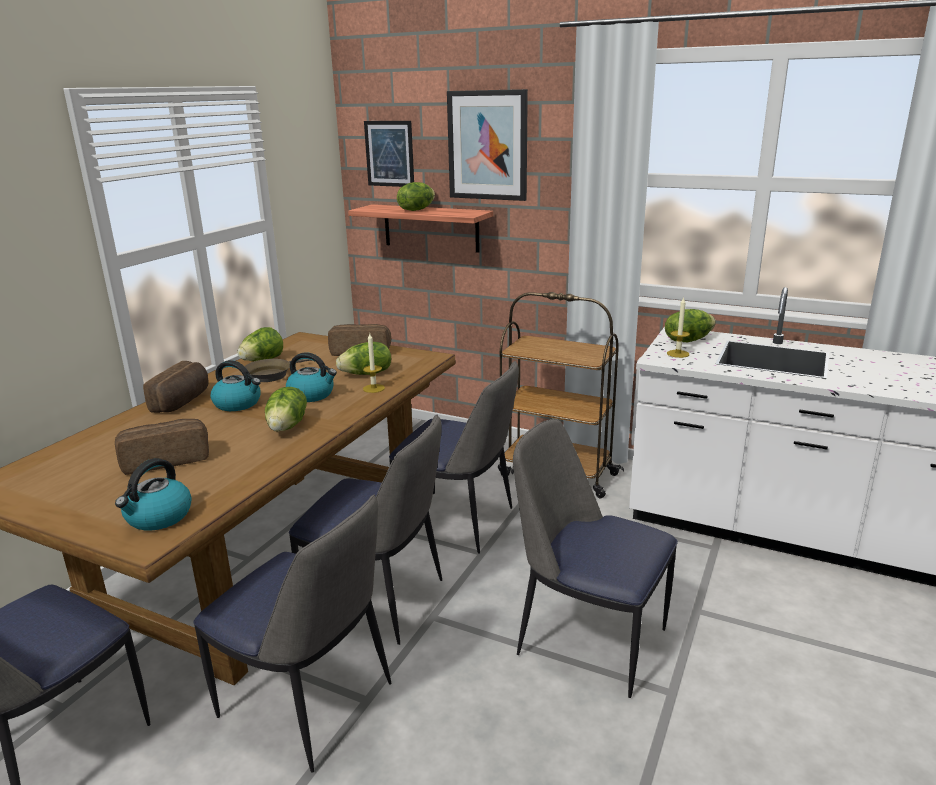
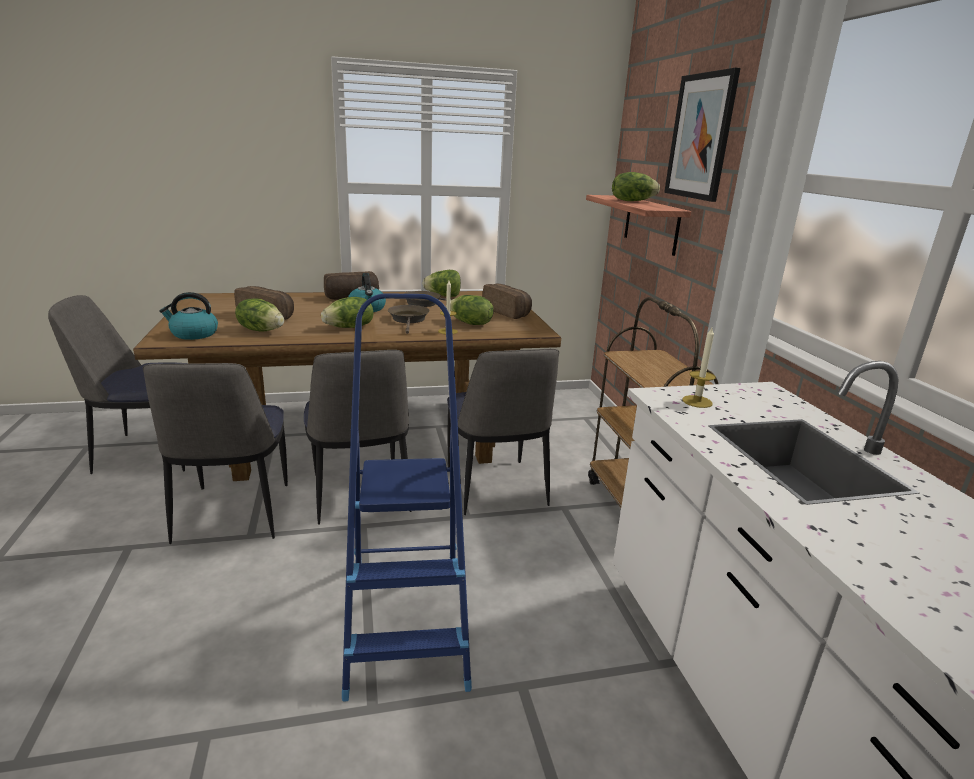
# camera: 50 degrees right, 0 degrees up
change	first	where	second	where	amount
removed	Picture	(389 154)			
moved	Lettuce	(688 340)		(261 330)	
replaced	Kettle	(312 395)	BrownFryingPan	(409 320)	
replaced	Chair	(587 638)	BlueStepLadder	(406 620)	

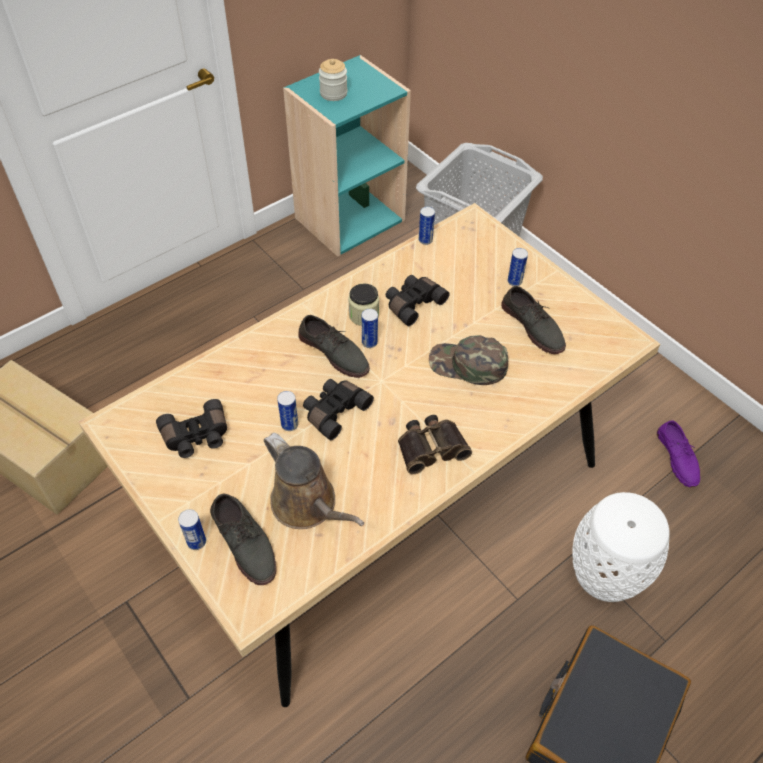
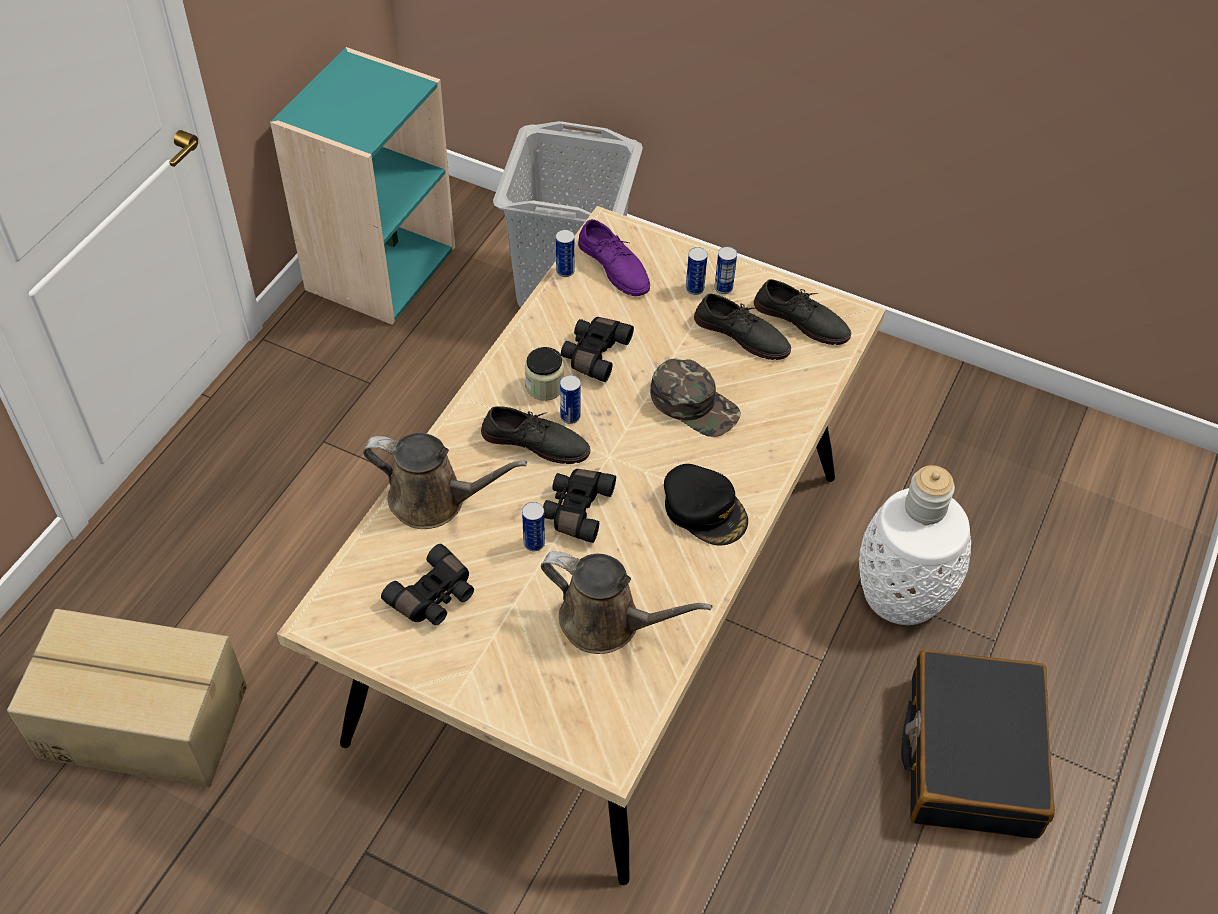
# camera: 25 degrees left, 0 degrees up
change	first	where	second	where	amount
moved	Jar	(333 93)		(925 508)	
turned	GreenCap	(467 365)		(694 404)	135 degrees counterclockwise
replaced	Binoculars	(431 447)	BlackCap	(705 509)	
moved	PurpleShoe	(678 457)		(615 266)	
moved	GreyShoe	(245 542)		(802 320)	
moved	Can	(196 542)		(723 288)	
added			BrownWateringCan	(434 500)	

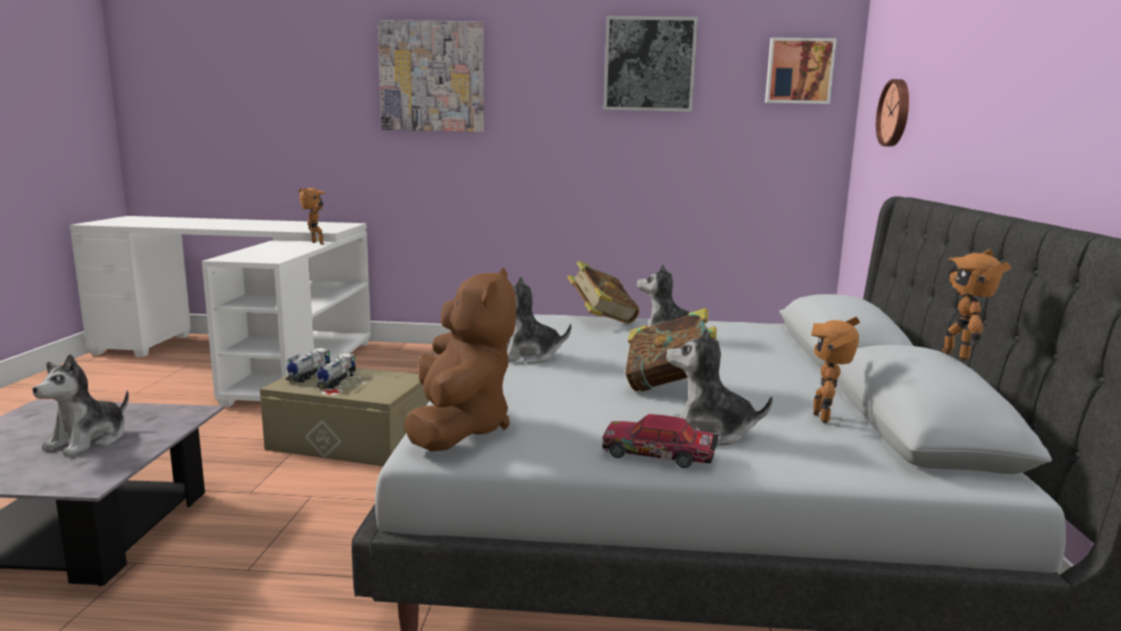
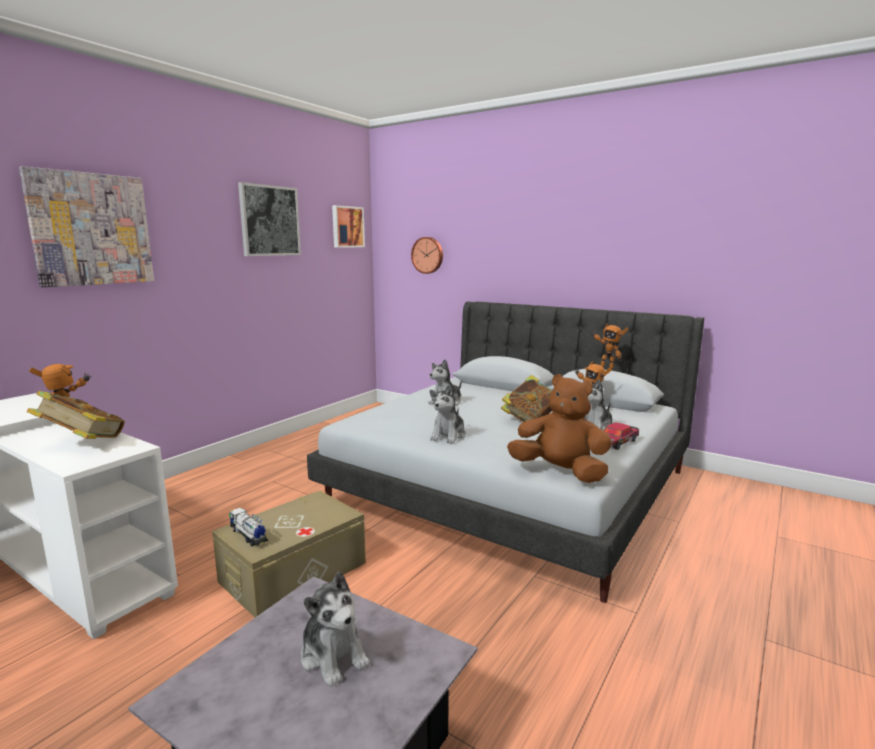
# camera: 60 degrees left, 0 degrees up
change	first	where	second	where	amount
moved	Book	(602 320)		(82 443)	
removed	ToyTruck	(336 381)			

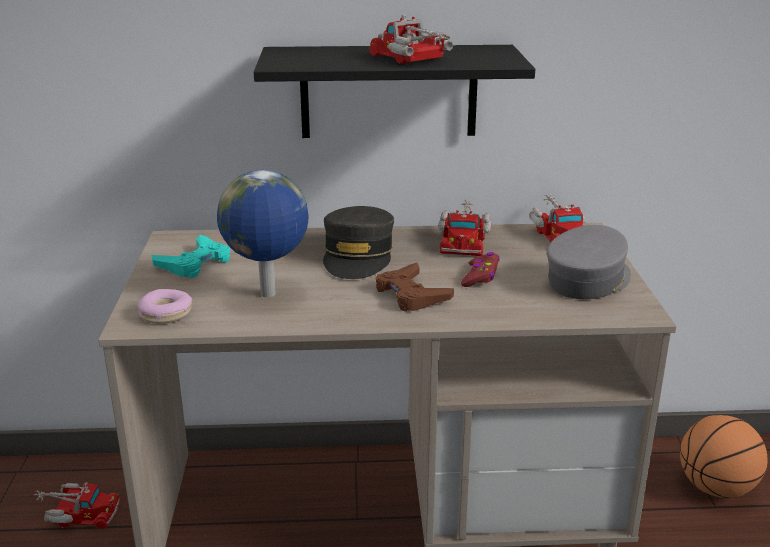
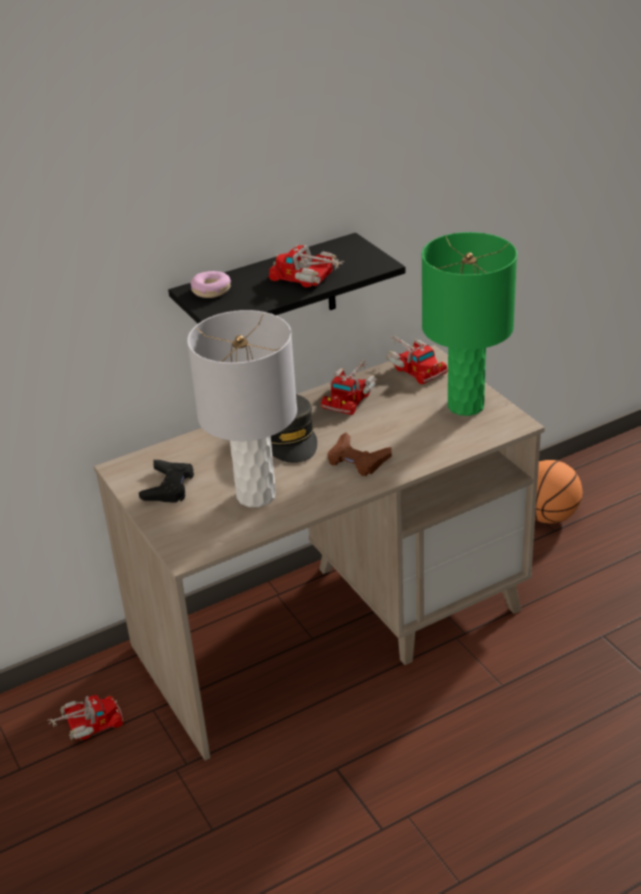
# camera: 25 degrees left, 10 degrees up
change	first	where	second	where	amount
replaced	Globe	(268 295)	GreyTableLamp	(257 495)	
turned	ToyTruck	(463 240)		(350 395)	45 degrees clockwise
replaced	GreyCap	(588 280)	GreenTableLamp	(465 406)	
recoloured	TurquoiseGameController	(195 263)	BlackGameController	(169 486)	
removed	RedGameController	(480 276)			
moved	Donut	(166 314)		(211 290)	

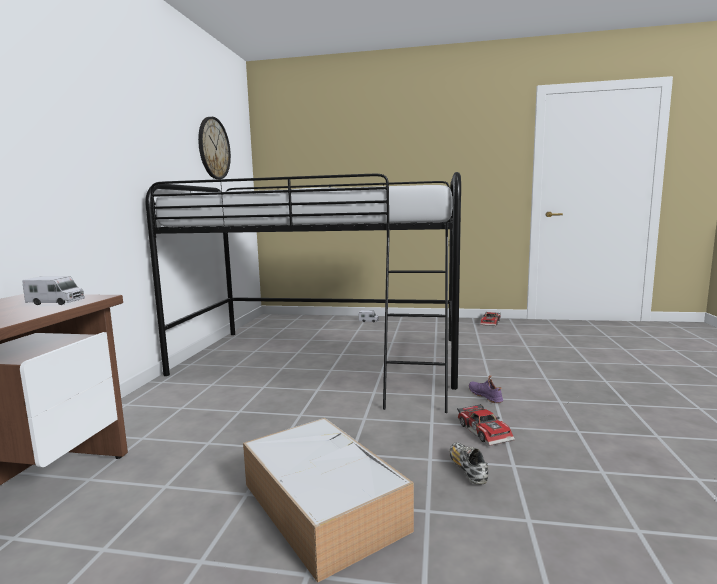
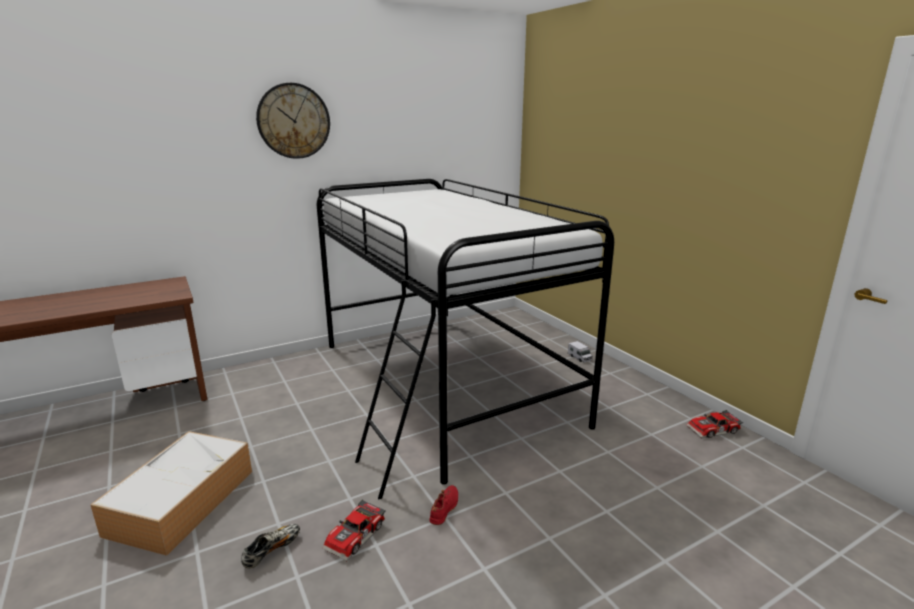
# camera: 50 degrees right, 10 degrees up
change	first	where	second	where	amount
moved	WallClock	(213 148)		(293 121)	
removed	ToyTruck	(56 302)			
recoloured	PurpleShoe	(486 396)	RedShoe	(445 509)	

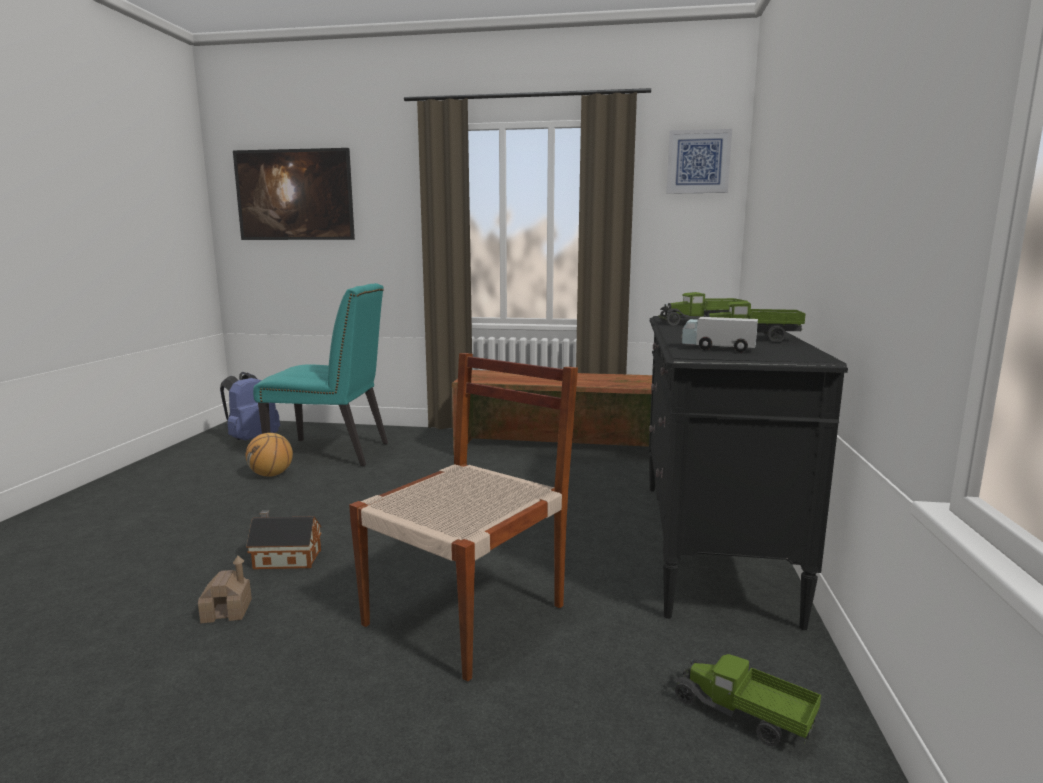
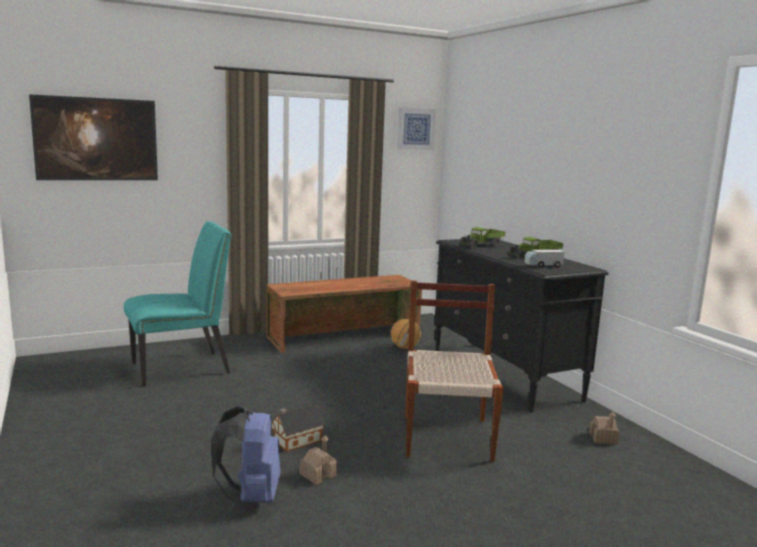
# camera: 35 degrees left, 0 degrees up
change	first	where	second	where	amount
moved	BlueBackpack	(251 439)		(251 496)	
moved	Basketball	(271 475)		(405 347)	
replaced	ToyTruck	(743 715)	ToyHouse	(603 438)	

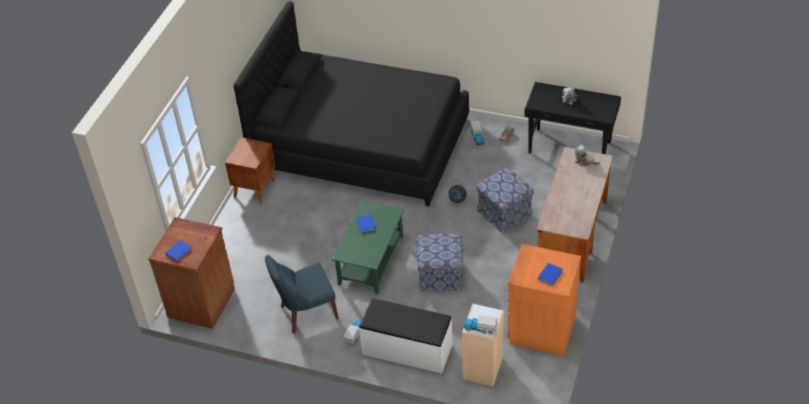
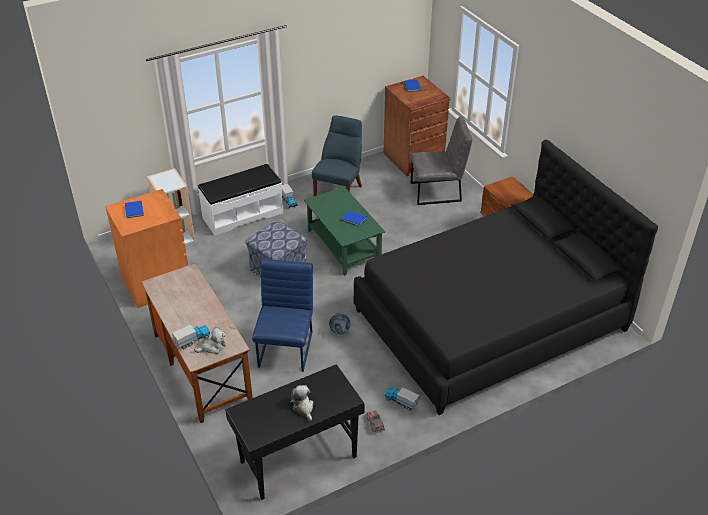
# camera: 130 degrees right, 5 degrees down
change	first	where	second	where	amount
replaced	Ottoman	(504 213)	BlueChair	(286 347)	
moved	ToyTruck	(480 328)		(192 340)	
added			GreyChair	(437 192)	

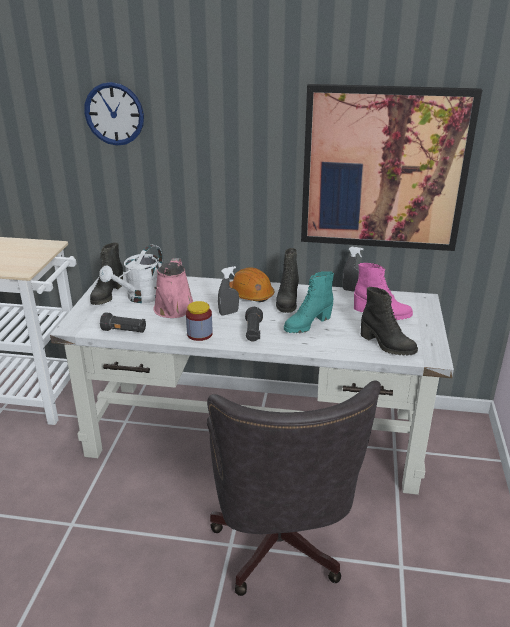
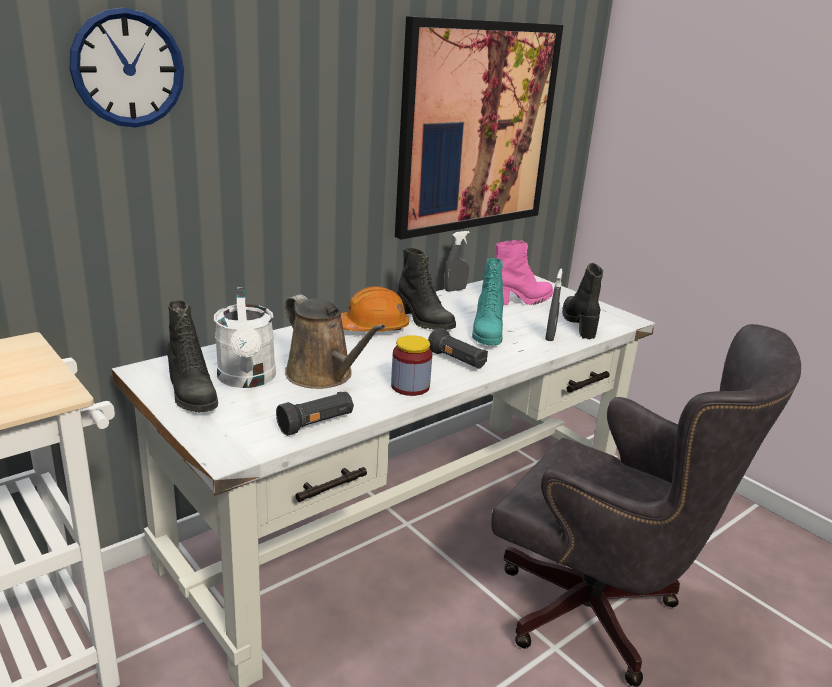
# camera: 50 degrees left, 5 degrees down
change	first	where	second	where	amount
recoloured	PinkWateringCan	(173 310)	BrownWateringCan	(323 376)	
moved	GreySprayBottle	(228 313)		(550 336)	
turned	BlackBoot	(386 345)		(579 324)	90 degrees counterclockwise

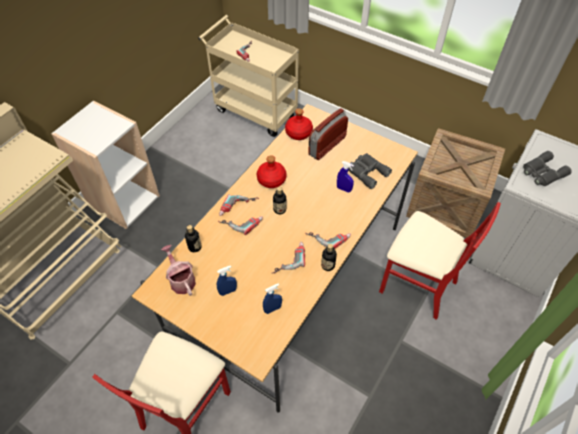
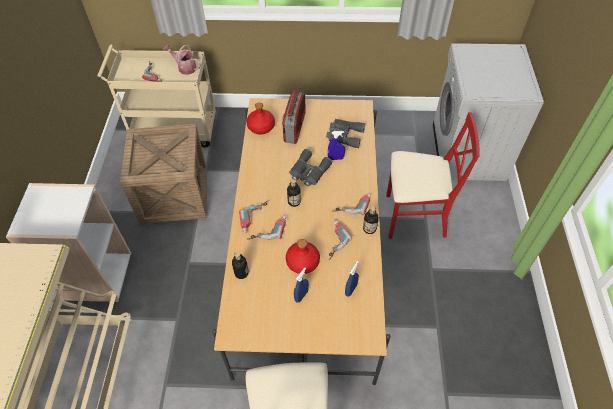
# camera: 30 degrees left, 0 degrees up
change	first	where	second	where	amount
moved	Crate	(446 204)		(174 194)	
moved	GreyBinoculars	(542 173)		(308 172)	
moved	RedBottle	(271 179)		(302 262)	
moved	WateringCan	(181 280)		(185 67)	

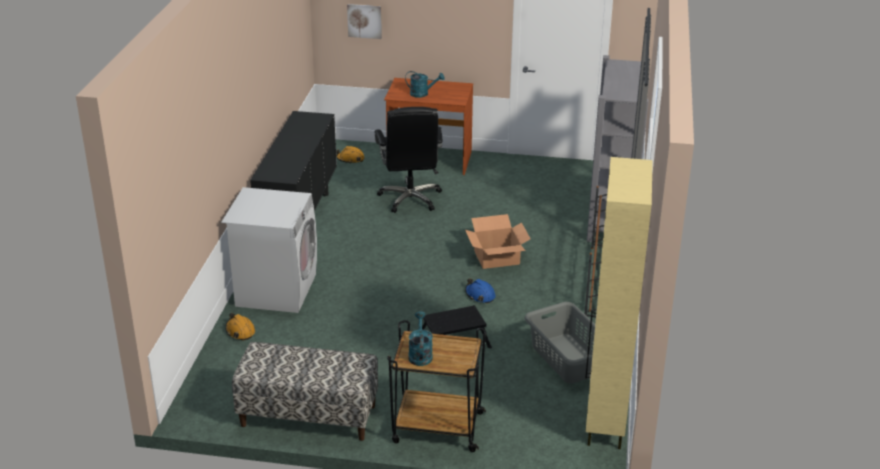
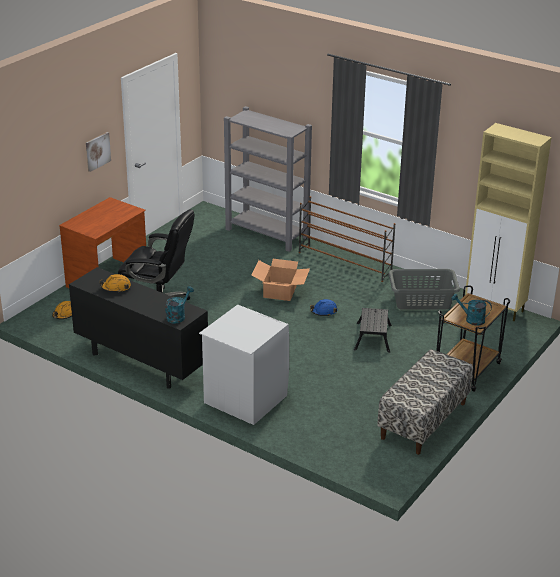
# camera: 65 degrees left, 0 degrees up
change	first	where	second	where	amount
moved	Picture	(364 20)		(97 151)	
moved	TurquoiseWateringCan	(422 94)		(178 316)	
moved	OrangeHardHat	(240 331)		(116 288)	

